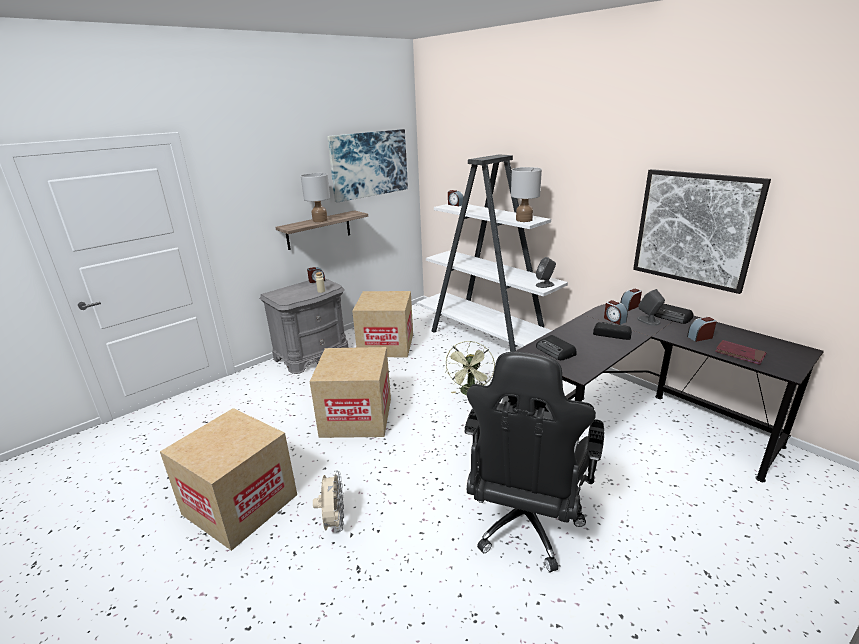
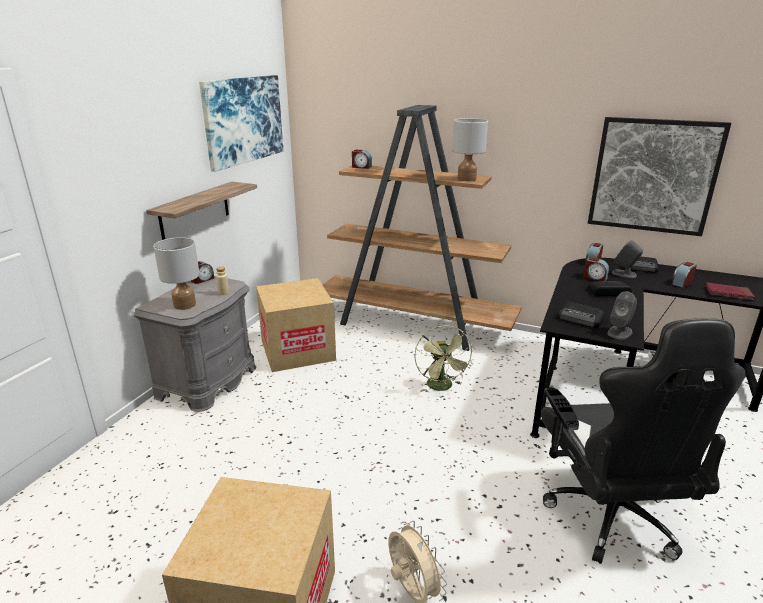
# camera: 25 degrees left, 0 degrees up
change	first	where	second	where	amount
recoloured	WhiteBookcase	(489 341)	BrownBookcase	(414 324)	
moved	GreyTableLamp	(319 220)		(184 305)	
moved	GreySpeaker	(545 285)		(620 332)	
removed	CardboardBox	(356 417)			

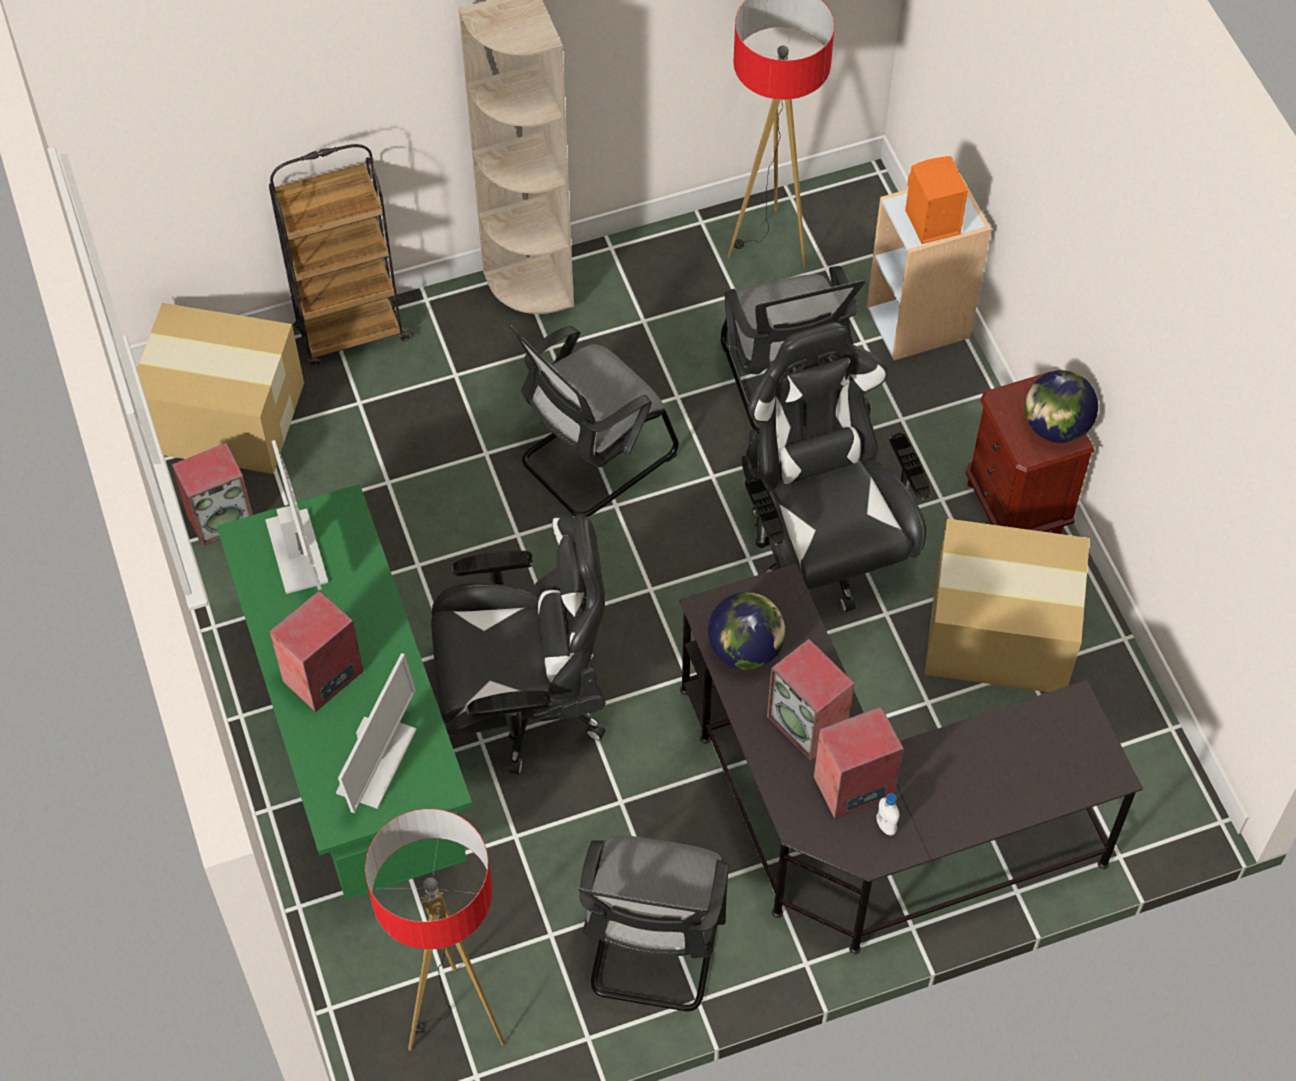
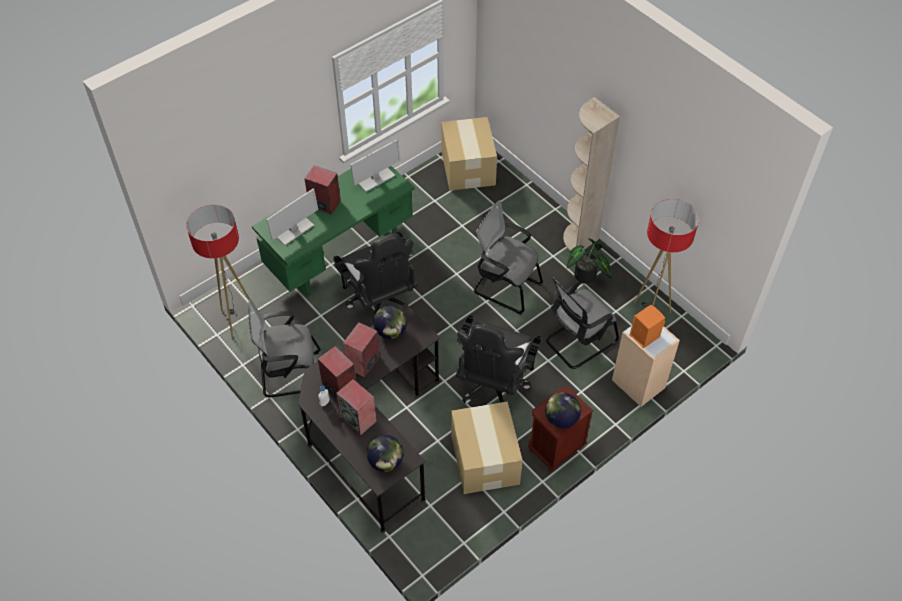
# camera: 70 degrees right, 5 degrees down
change	first	where	second	where	amount
removed	BrownCart	(351 334)			
turned	BlackOfficeChair	(824 556)		(494 382)	150 degrees clockwise
moved	Speaker	(221 518)		(359 419)	
turned	Monitor	(377 762)		(293 230)	45 degrees counterclockwise
added			PottedPlant	(586 277)	
added			Globe	(386 462)	

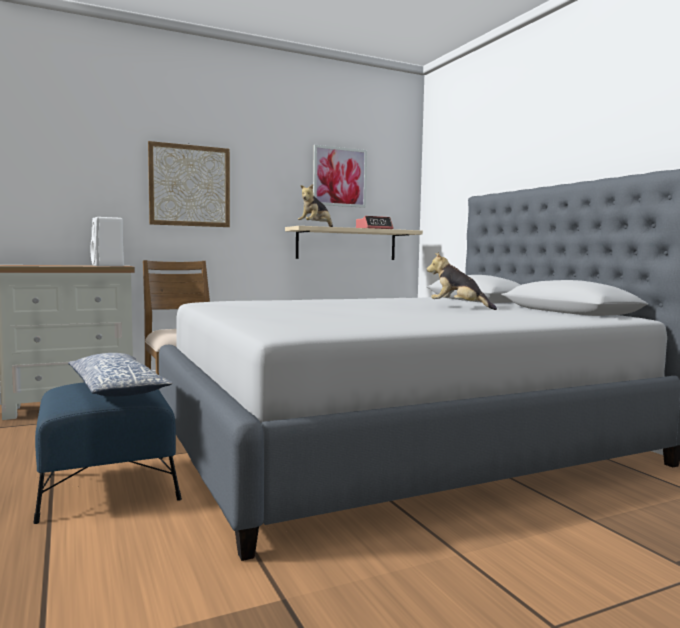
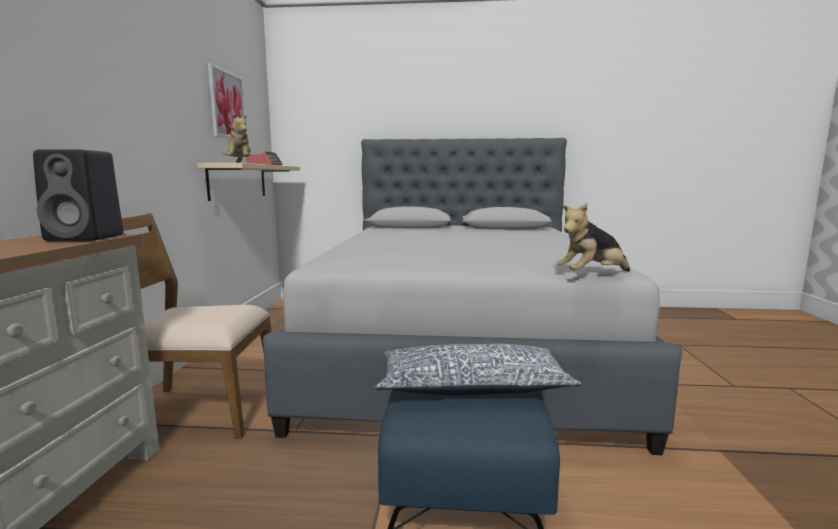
# camera: 60 degrees left, 5 degrees up
change	first	where	second	where	amount
removed	Picture	(190 184)			
recoloured	WhiteSpeaker	(108 266)	BlackSpeaker	(88 238)	
moved	PlushToy	(459 307)		(592 275)	

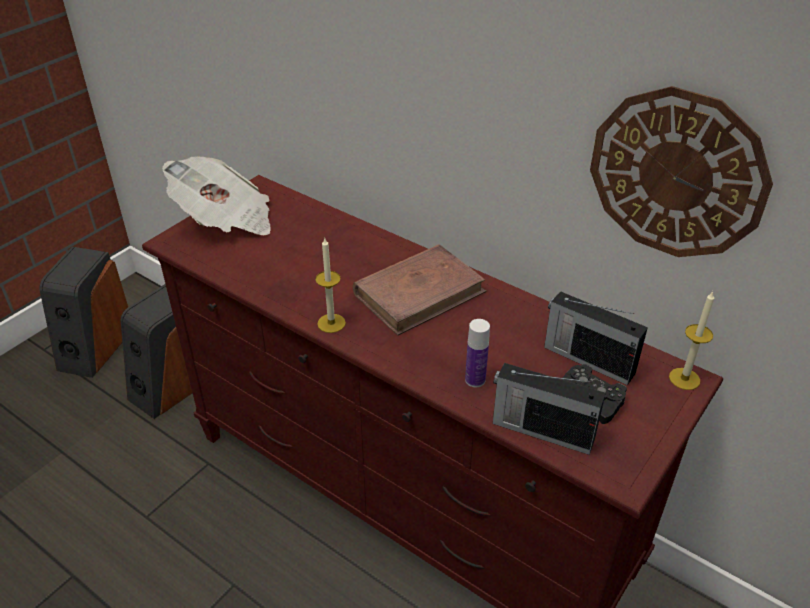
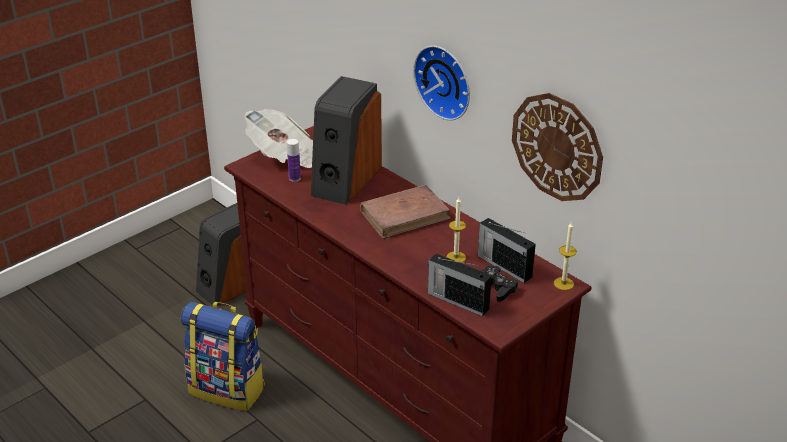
# camera: 10 degrees right, 5 degrees down
change	first	where	second	where	amount
moved	Candle	(331 323)		(456 257)	
moved	Speaker	(95 347)		(345 180)	
moved	Bottle	(475 380)		(294 178)	
added			WallClock	(445 81)	
added			Backpack	(228 389)	

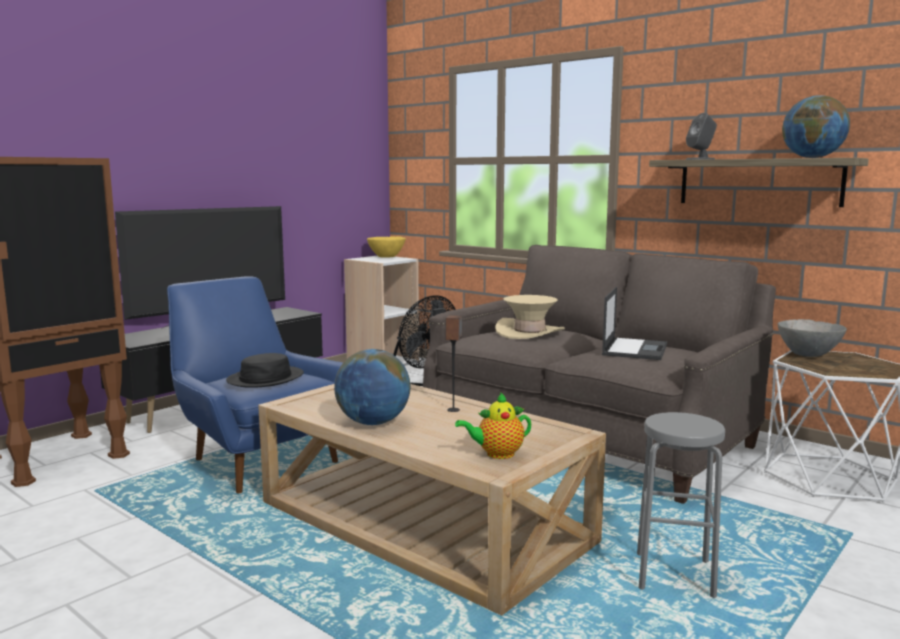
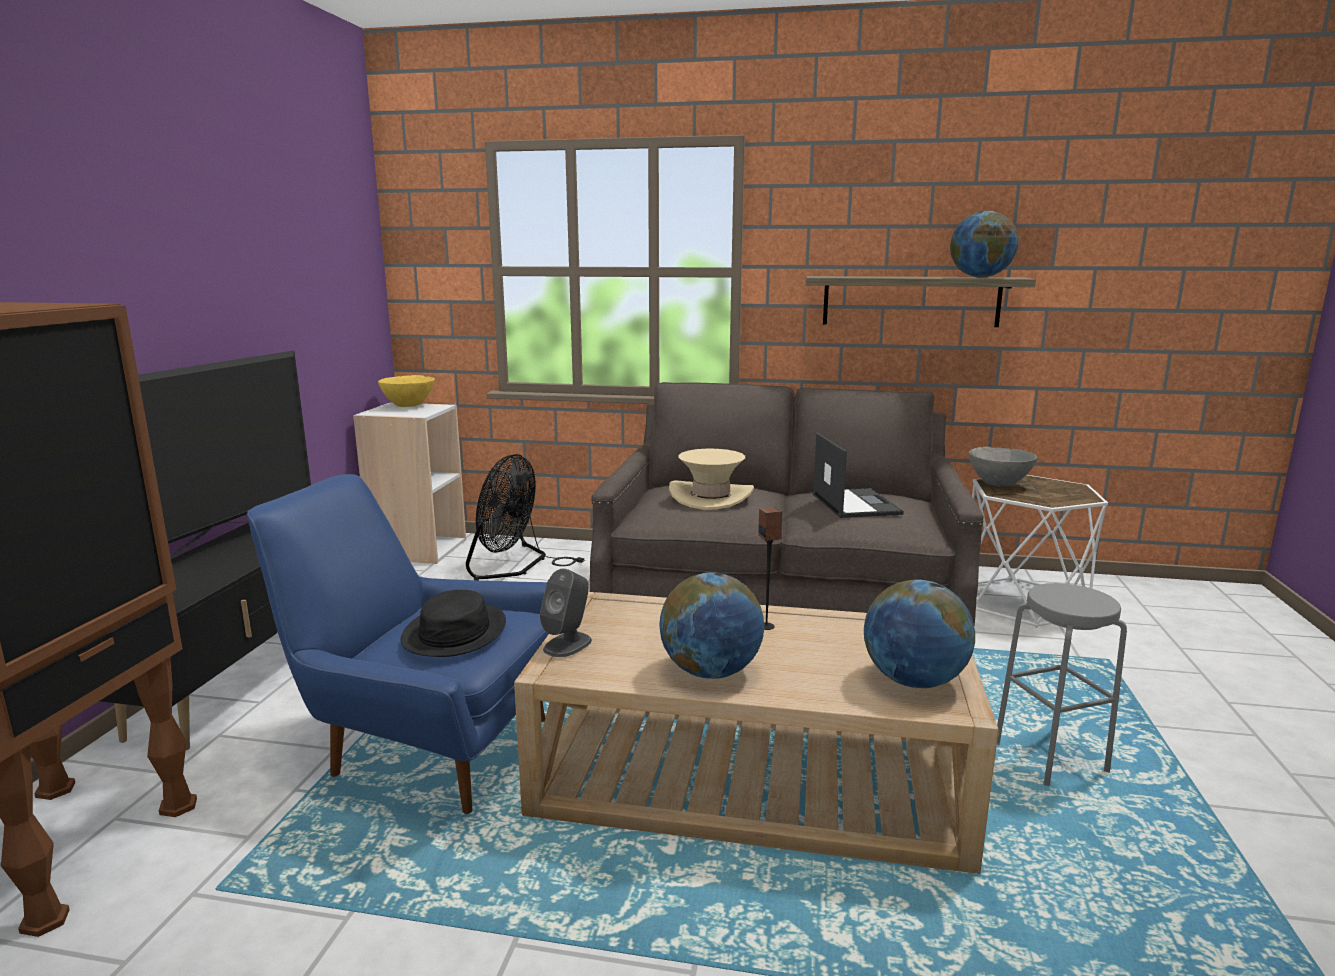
# camera: 30 degrees left, 5 degrees up
change	first	where	second	where	amount
moved	GreySpeaker	(700 159)		(568 644)	
replaced	Teapot	(497 454)	Globe	(914 681)	

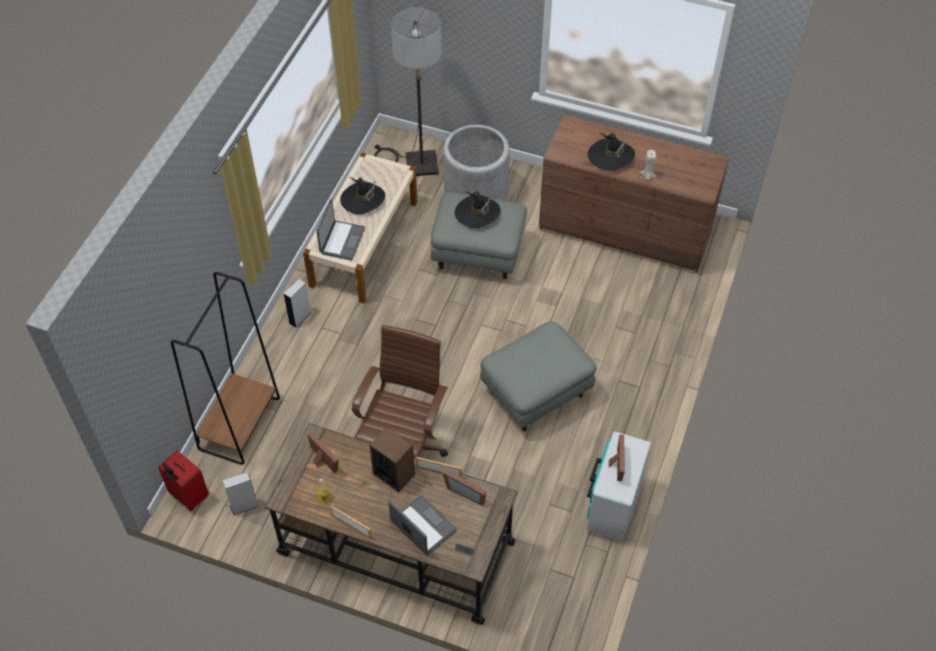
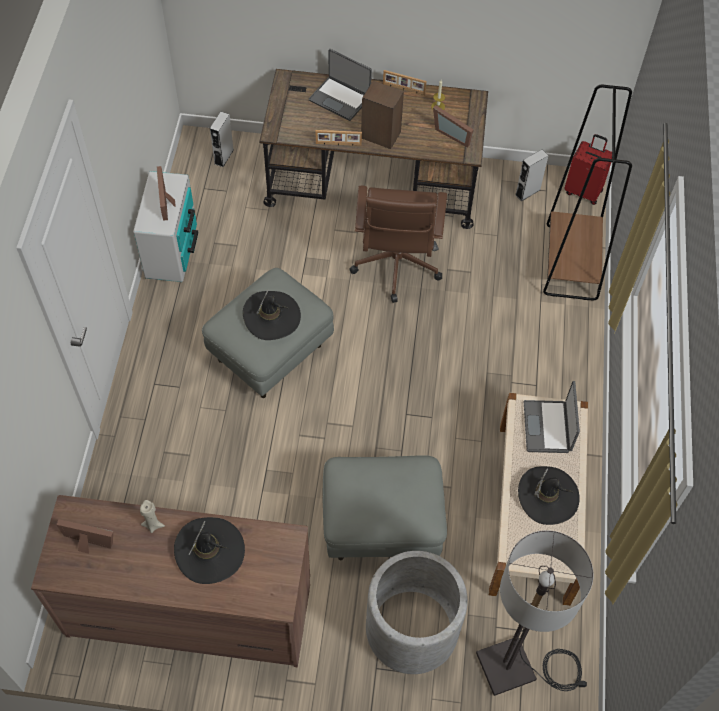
# camera: 165 degrees right, 5 degrees up
change	first	where	second	where	amount
moved	BlackHat	(477 213)		(271 316)	
moved	GreySpeaker	(300 318)		(224 156)	
moved	PictureFrame	(466 491)		(88 545)	

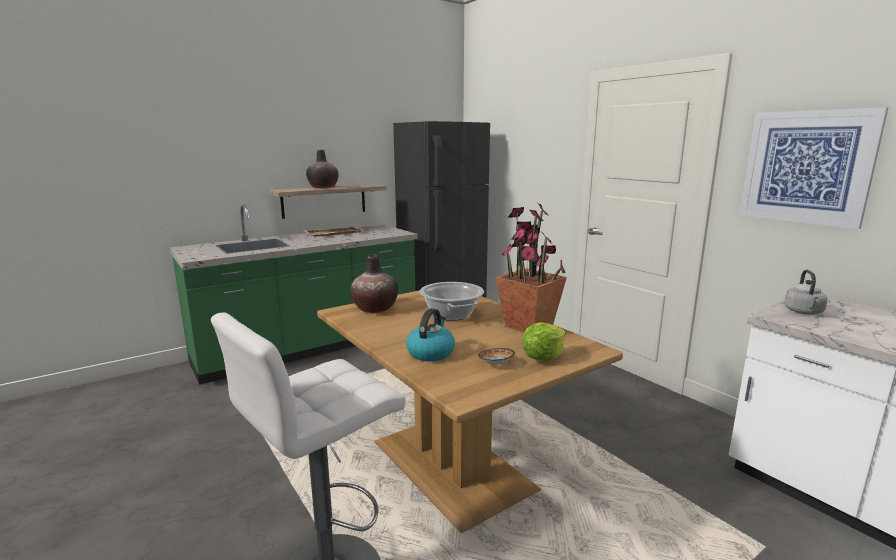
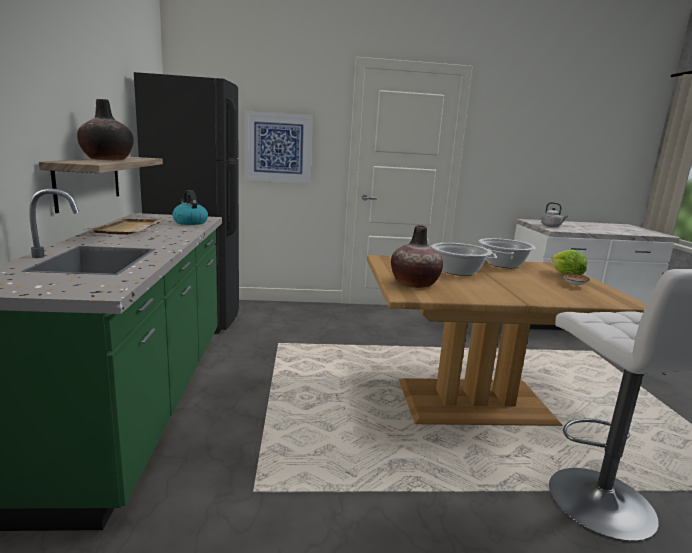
# camera: 60 degrees left, 0 degrees up
change	first	where	second	where	amount
moved	Picture	(806 167)		(278 147)	
replaced	PottedPlant	(528 326)	CookingPot	(503 264)	
moved	Kettle	(431 353)		(190 222)	

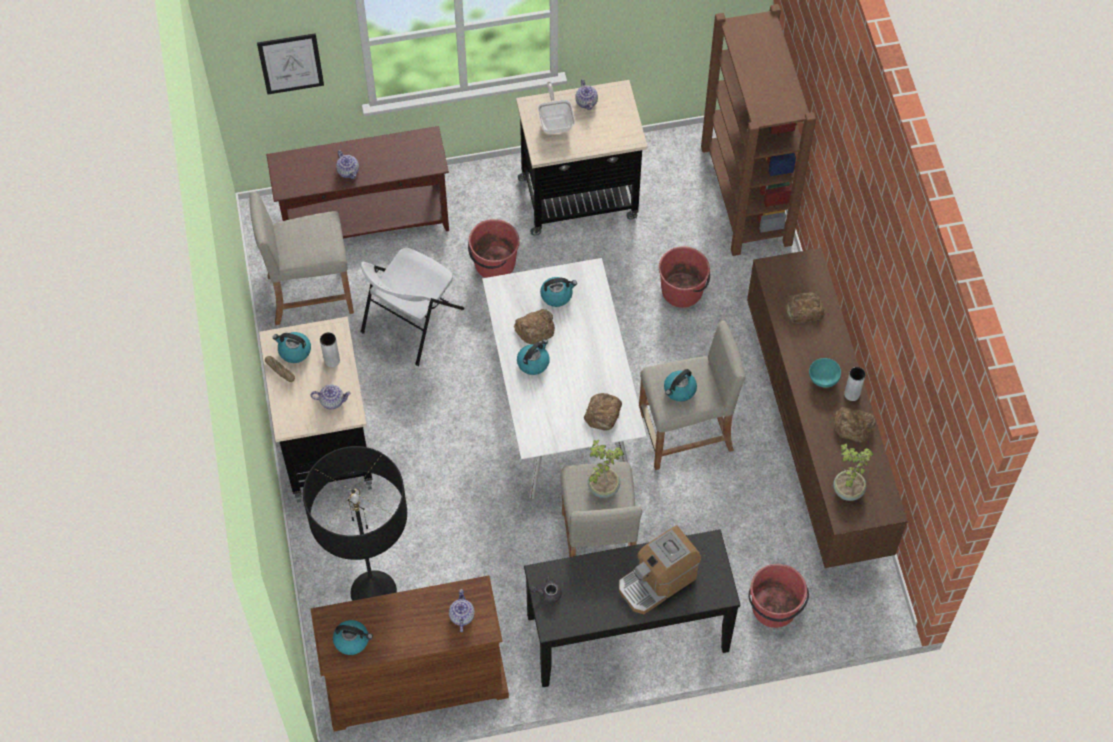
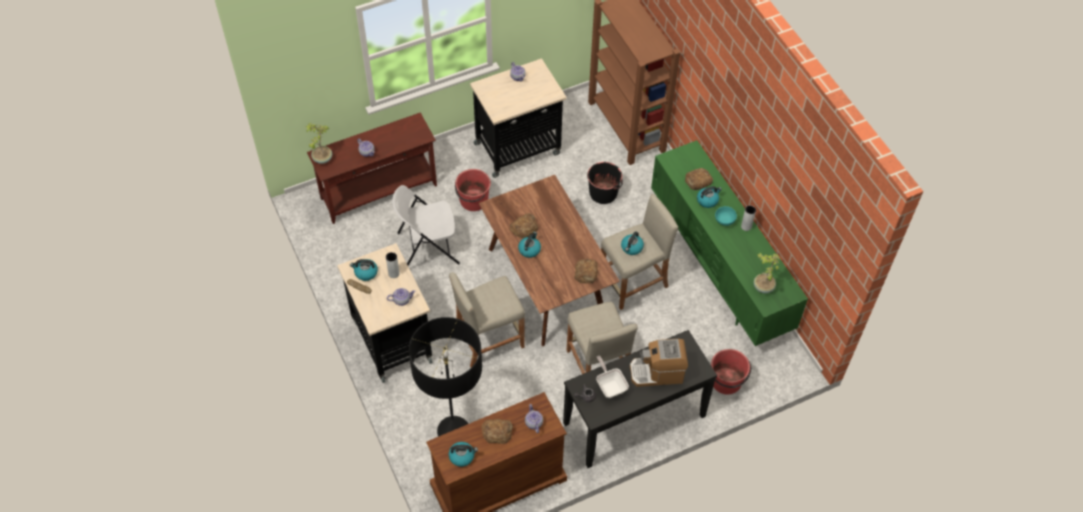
# camera: 15 degrees left, 5 degrees down
change	first	where	second	where	amount
removed	Picture	(291 63)			
moved	FryingPan	(555 121)		(610 386)	
moved	BeigeStool	(310 293)		(488 340)	
recoloured	RedBucket	(682 290)	BlackBucket	(603 193)	
turned	WhiteChair	(412 320)		(428 248)	60 degrees clockwise
recoloured	BrownCabinet	(816 440)	GreenCabinet	(719 269)	
recoloured	WhiteDiningTable	(560 408)	BrownDiningTable	(545 283)	
moved	Kettle	(557 295)		(707 200)	
moved	Bread	(853 426)		(497 432)	
moved	PottedPlant	(602 487)		(322 158)	
turned	CoffeeMachine	(657 581)		(657 372)	45 degrees clockwise

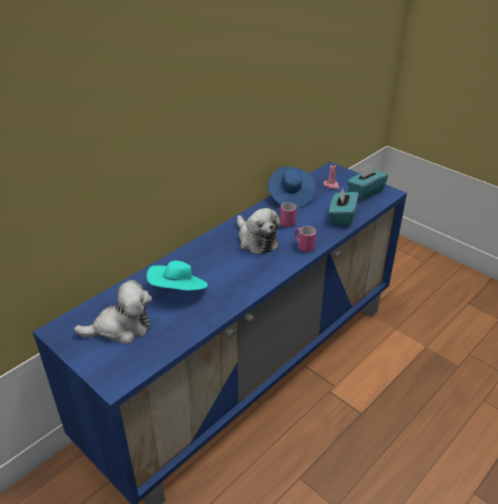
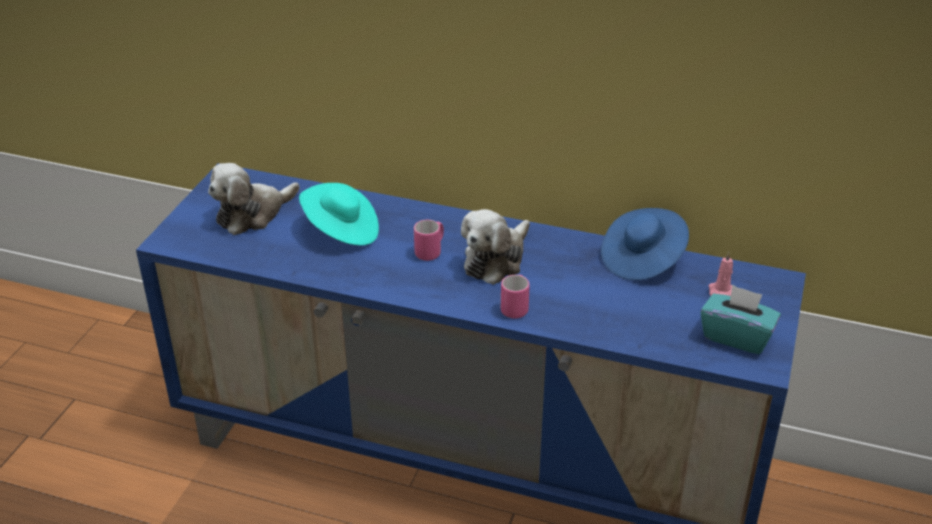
# camera: 65 degrees right, 0 degrees up
change	first	where	second	where	amount
removed	TurquoiseTissueBox	(342 217)			
moved	PinkMug	(286 222)		(431 251)	
turned	PlushToy	(121 328)		(252 214)	90 degrees clockwise

